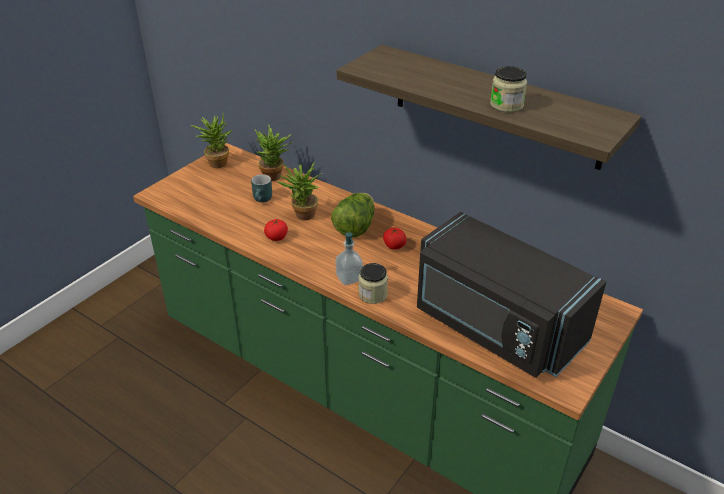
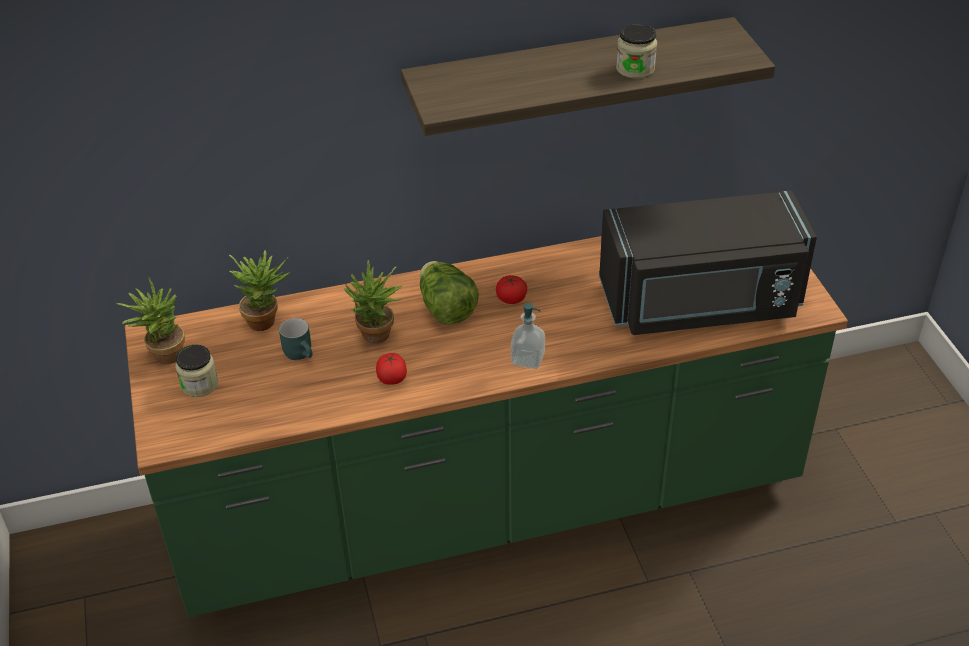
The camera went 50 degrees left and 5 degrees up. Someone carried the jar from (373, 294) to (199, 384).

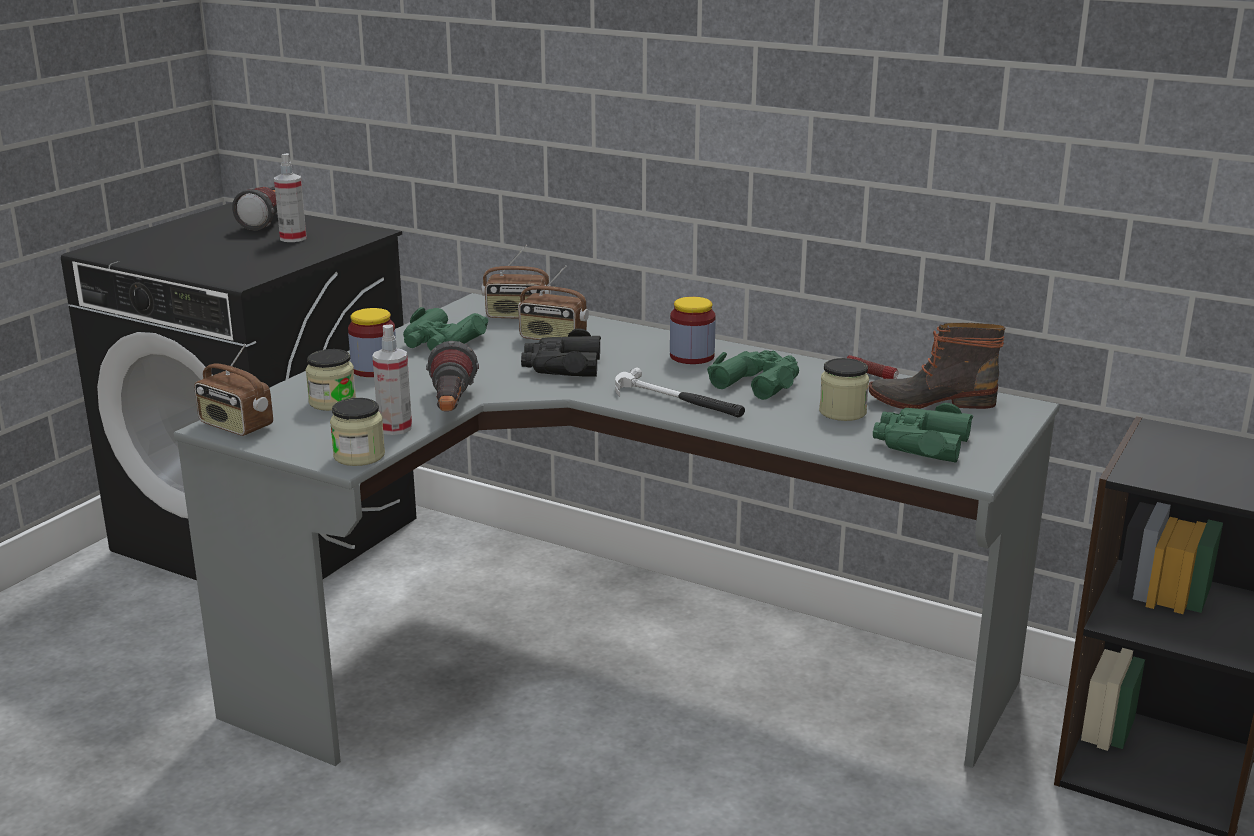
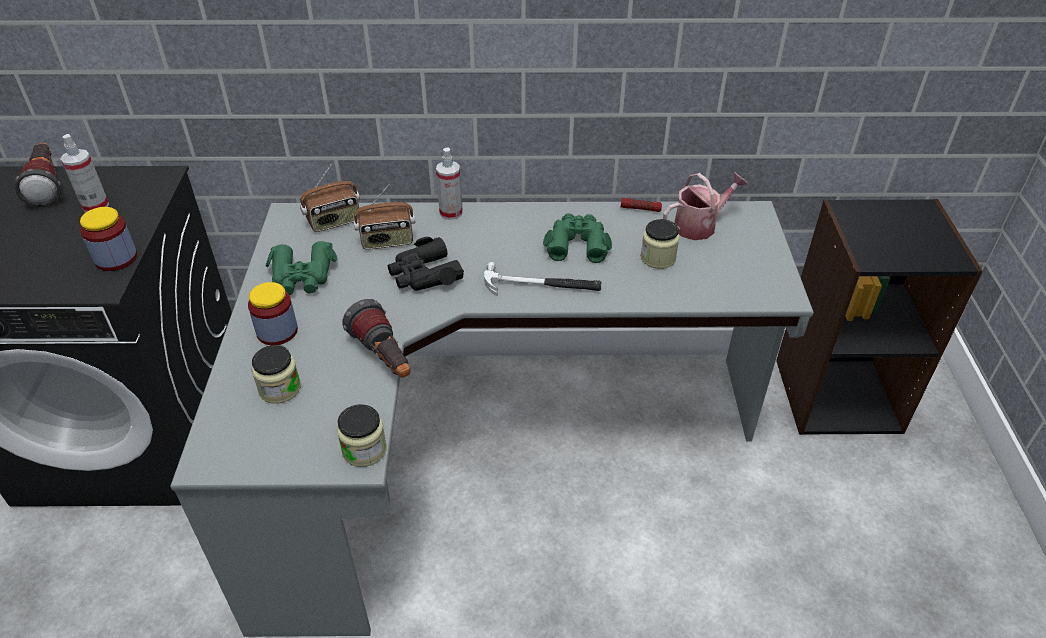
The camera went 30 degrees left and 20 degrees up. Someone took away the radio at (235, 426). Someone carried the spray bottle from (395, 428) to (451, 213). Someone carried the jar from (692, 356) to (116, 258). Someone swapped the boot at (931, 401) for the watering can at (700, 225). Someone took away the green binoculars at (920, 444).

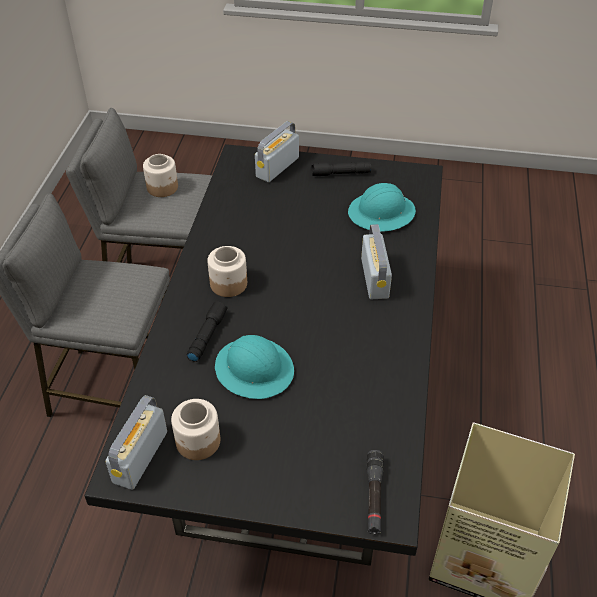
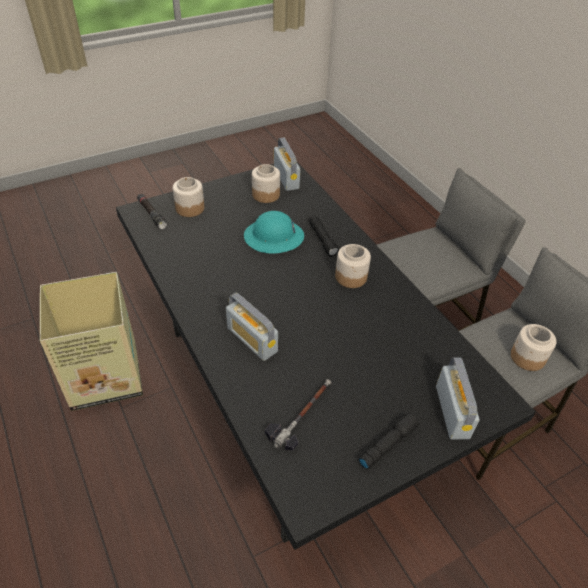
The camera went 140 degrees right and 0 degrees up. Someone swapped the turquoise hard hat at (381, 213) for the hammer at (302, 414). Someone put down the jar at (190, 208).

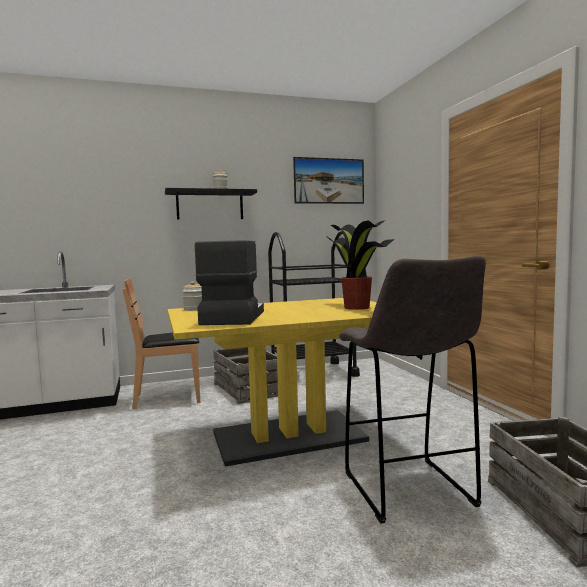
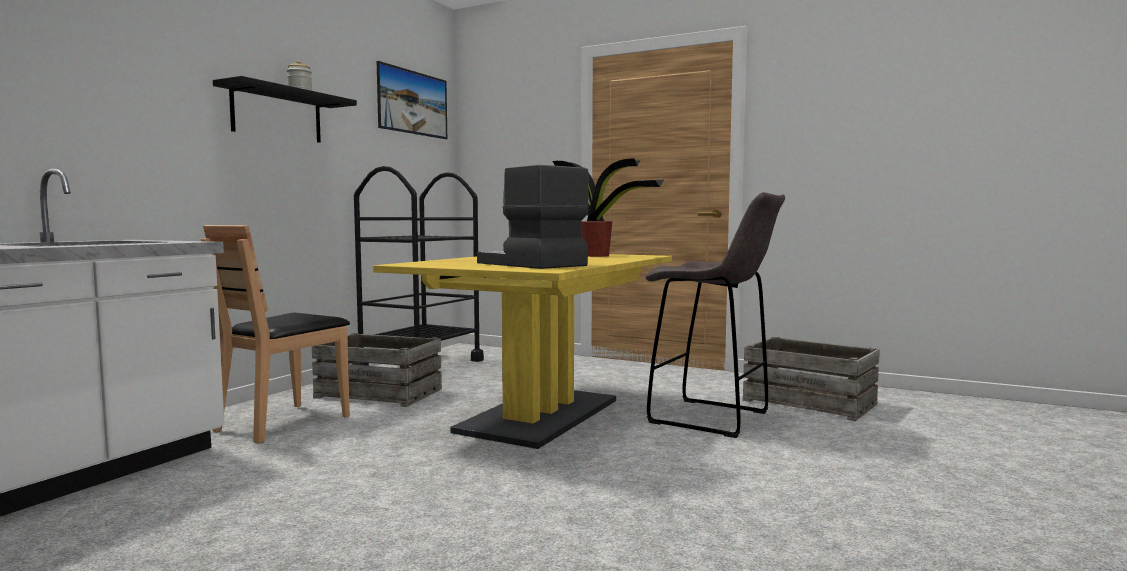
The camera went 45 degrees left and 0 degrees up. Someone took away the jar at (194, 309).

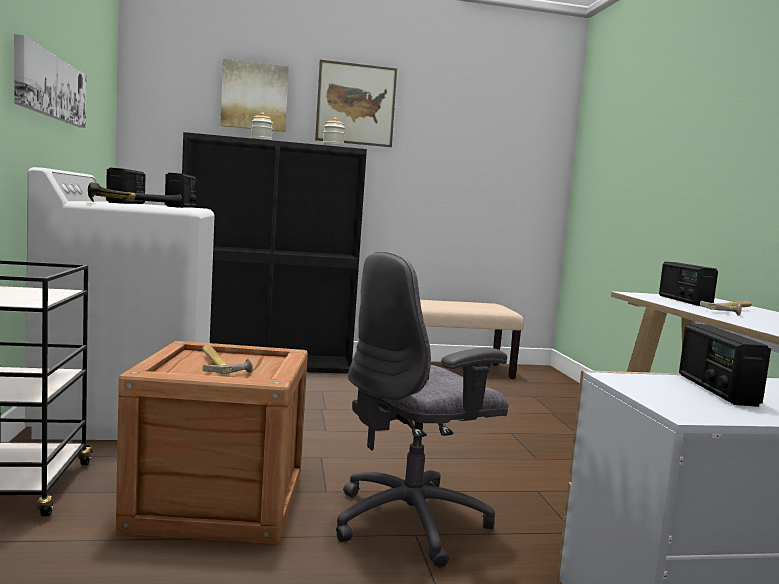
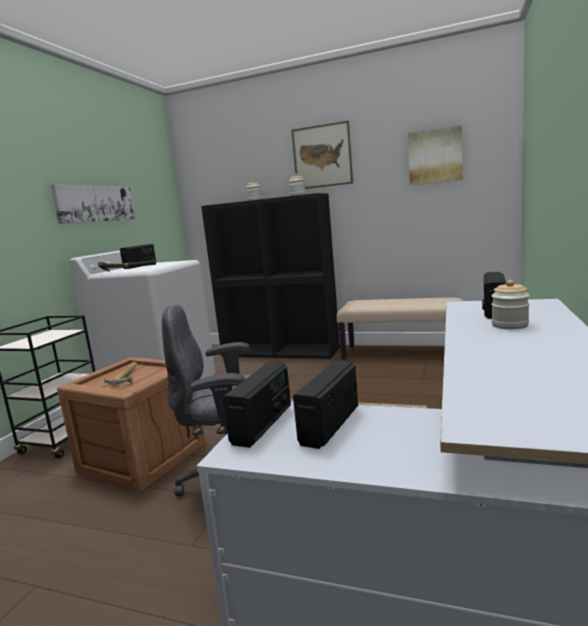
The camera went 30 degrees right and 5 degrees up. Someone carried the radio from (181, 207) to (263, 424). Someone carried the picture from (254, 96) to (435, 156). Someone swapped the hammer at (733, 311) for the jar at (509, 325).

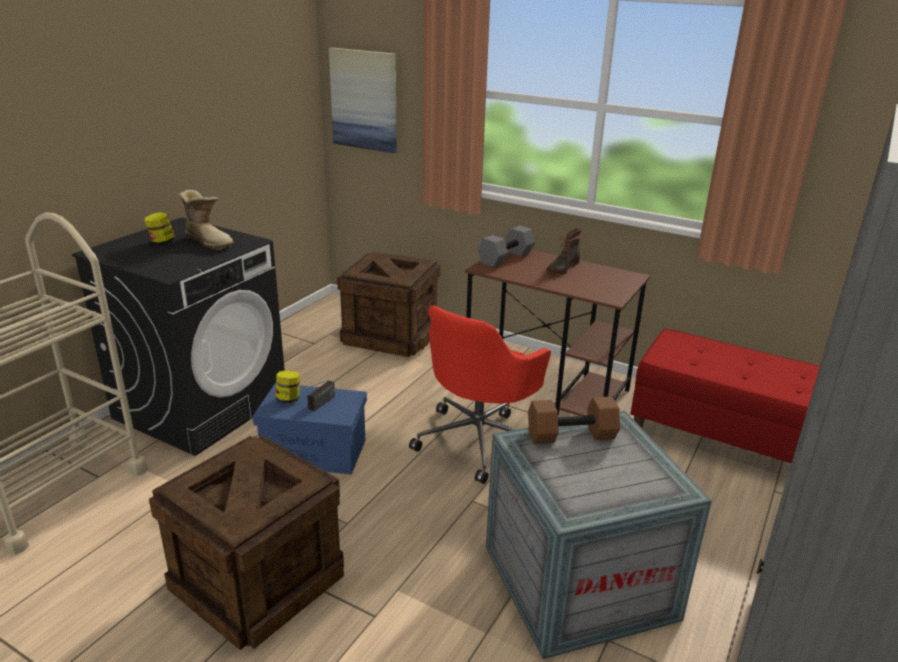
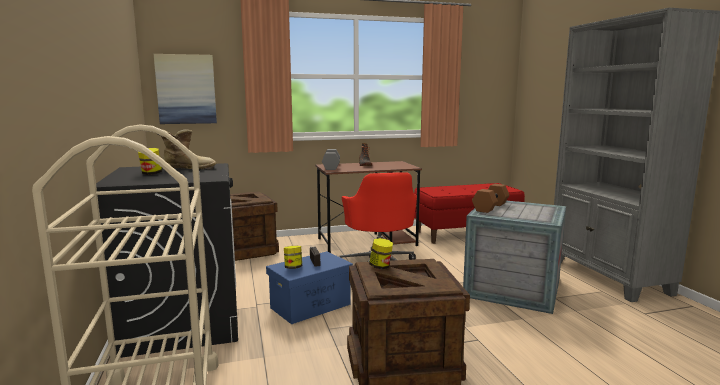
The camera went 45 degrees left and 15 degrees down. Someone put down the jar at (381, 266).

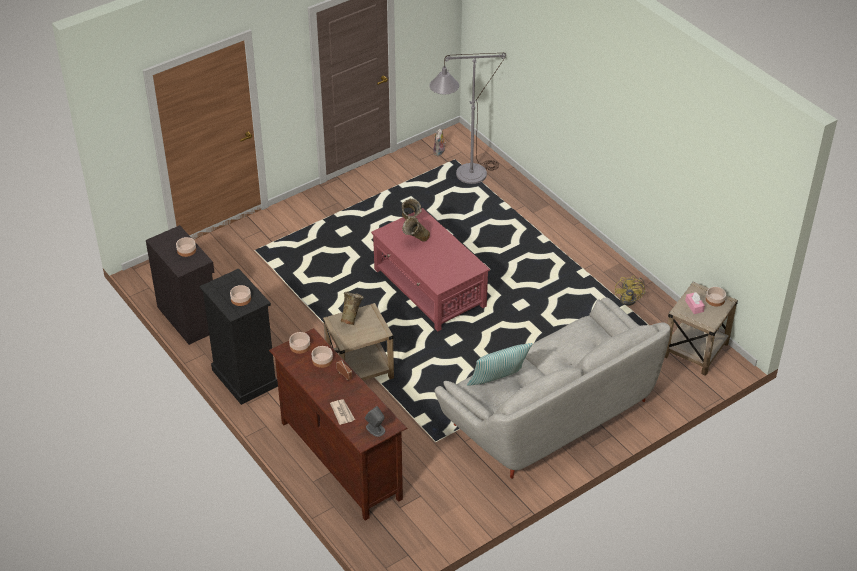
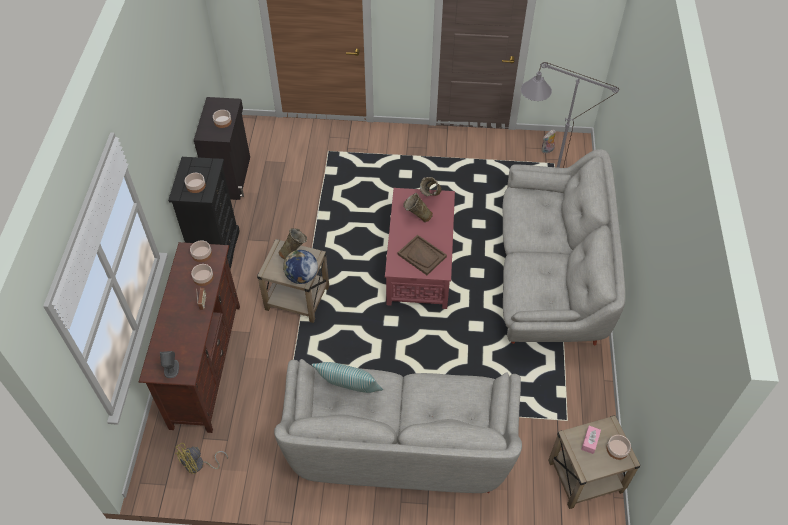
The camera went 40 degrees right and 10 degrees up. Someone took away the newspaper at (342, 412). Someone carried the yellow fan from (631, 299) to (199, 465). Someone put down the globe at (301, 277). Someone put down the brown tray at (422, 255). Someone put down the grey sofa at (549, 277).

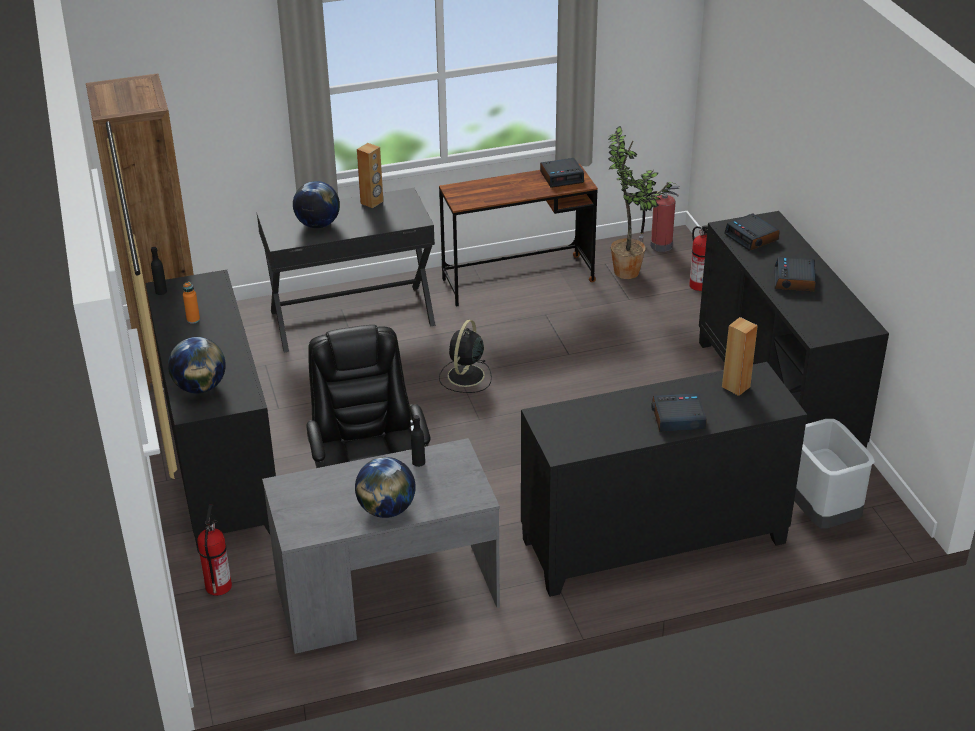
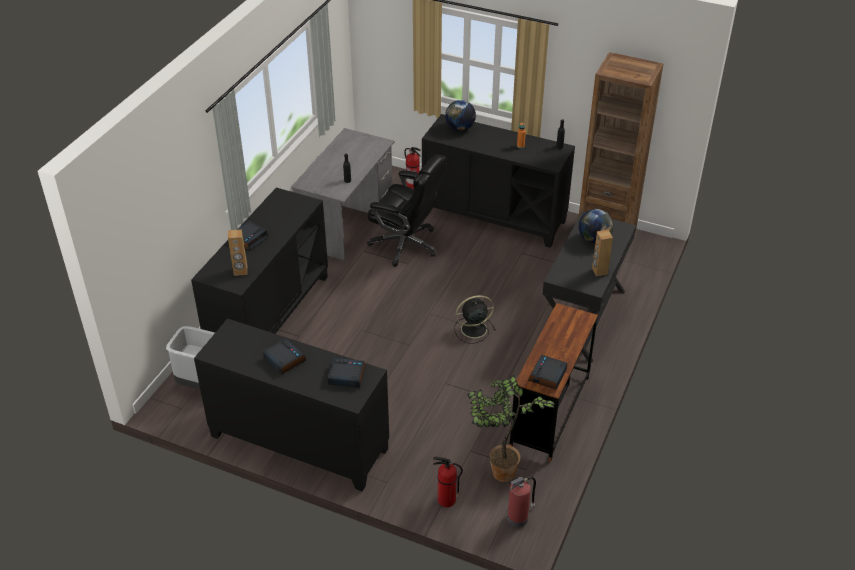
The camera went 130 degrees right and 5 degrees up. Someone took away the globe at (386, 510). Someone rotated the black fan at (465, 377) by 75 degrees counterclockwise.

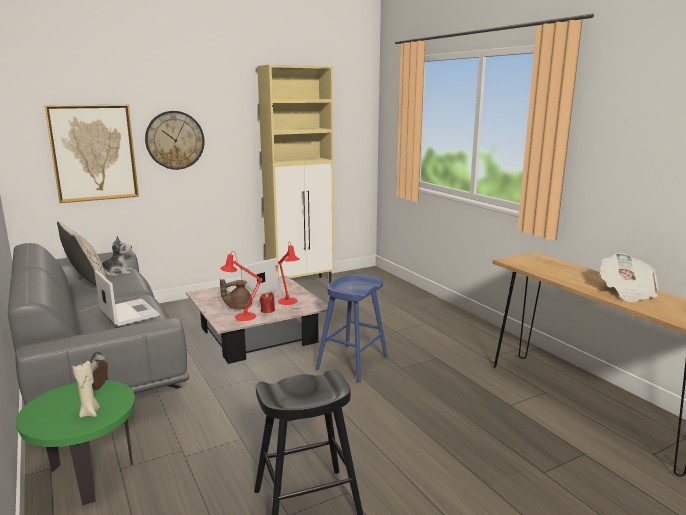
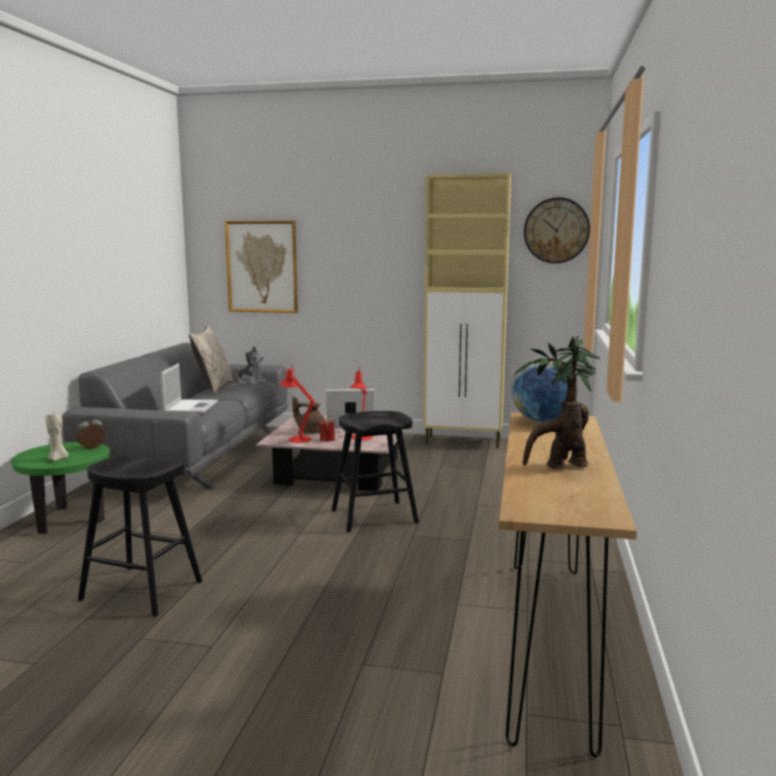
The camera went 40 degrees right and 5 degrees down. Someone carried the wall clock from (175, 140) to (556, 230). Someone repainted the blue stool at (352, 363), which became the black stool at (374, 516). Someone swapped the newspaper at (626, 292) for the potted plant at (560, 466). Someone put down the globe at (542, 421).

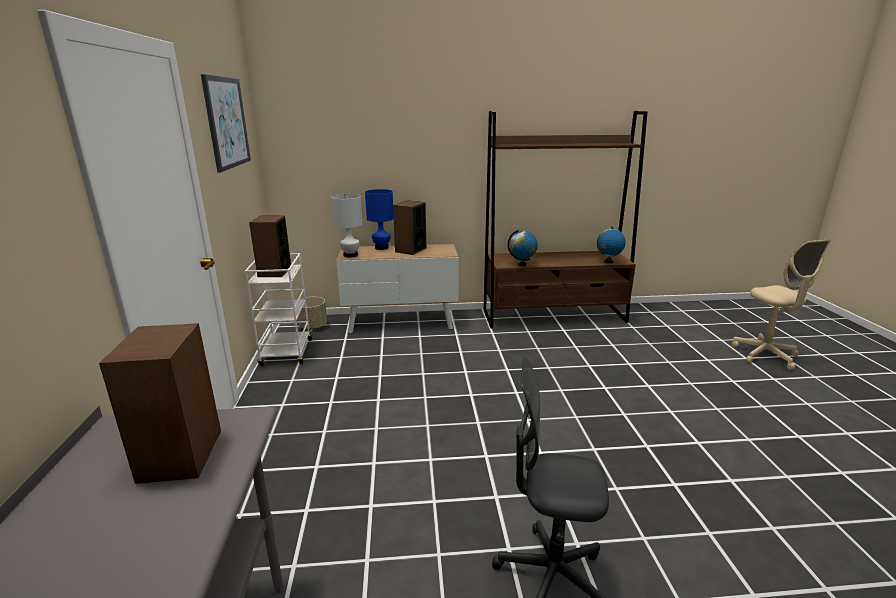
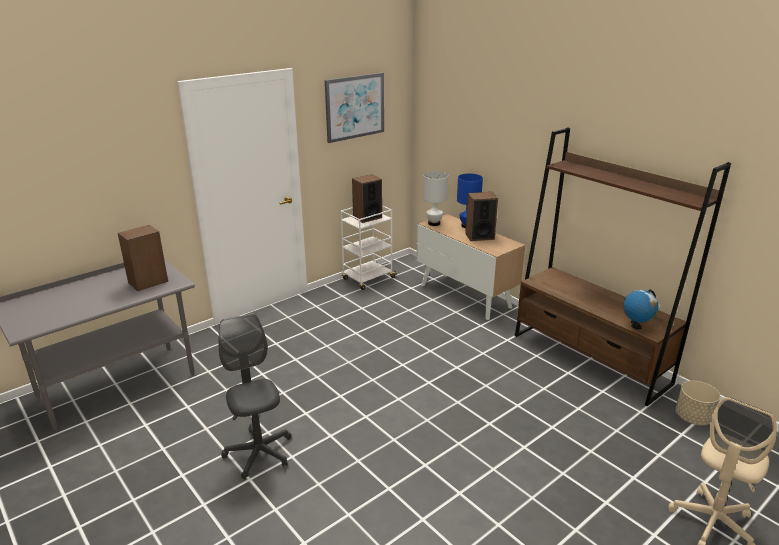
The camera went 55 degrees right and 5 degrees up. Someone carried the beige planter from (313, 326) to (693, 417). Someone took away the globe at (522, 264).

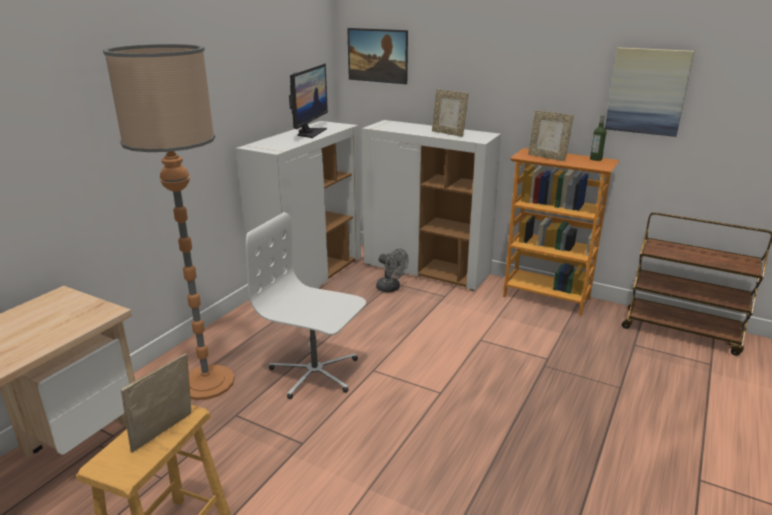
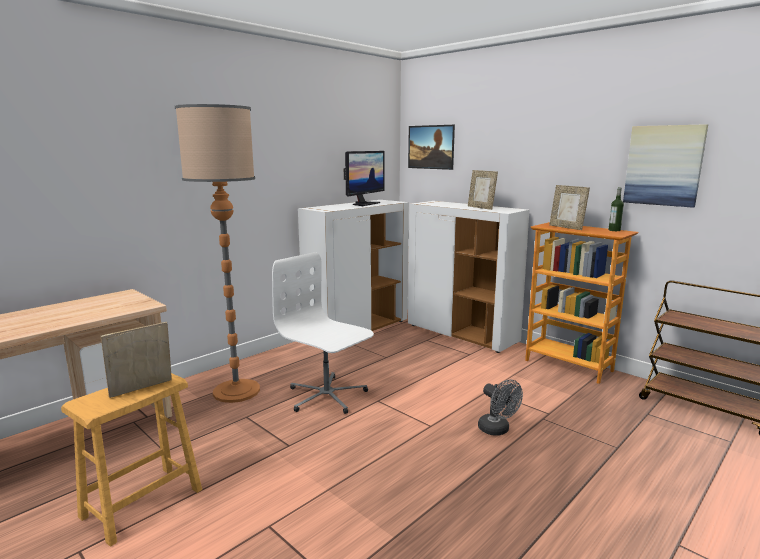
The camera went 15 degrees right and 10 degrees down. Someone carried the grey fan from (391, 288) to (497, 430).

